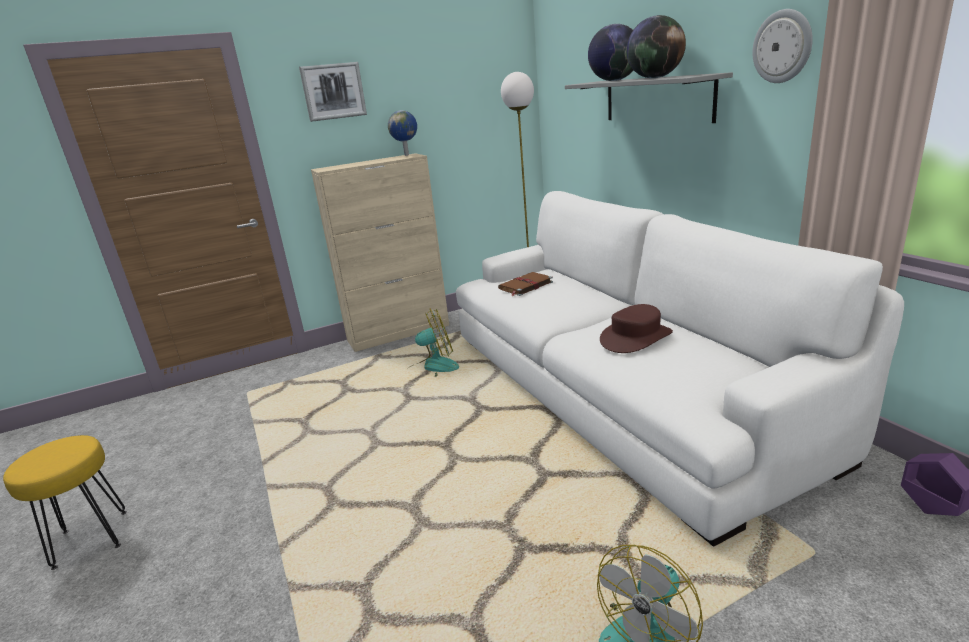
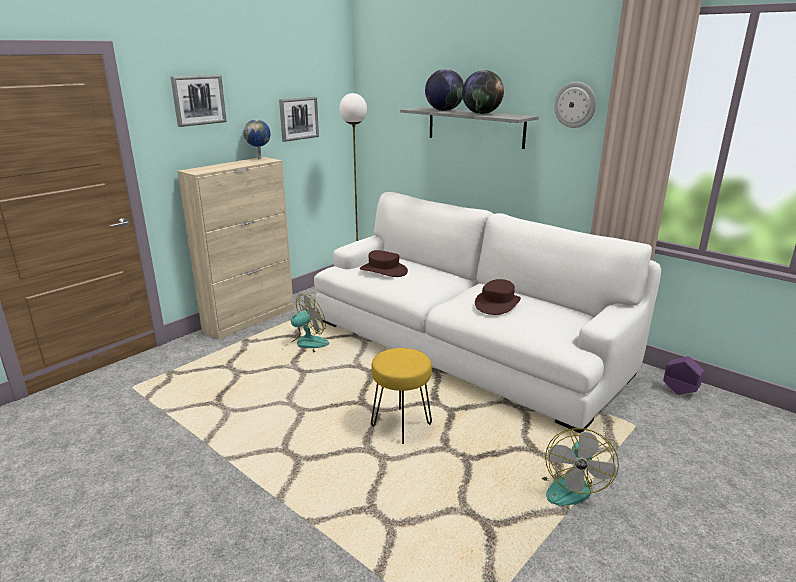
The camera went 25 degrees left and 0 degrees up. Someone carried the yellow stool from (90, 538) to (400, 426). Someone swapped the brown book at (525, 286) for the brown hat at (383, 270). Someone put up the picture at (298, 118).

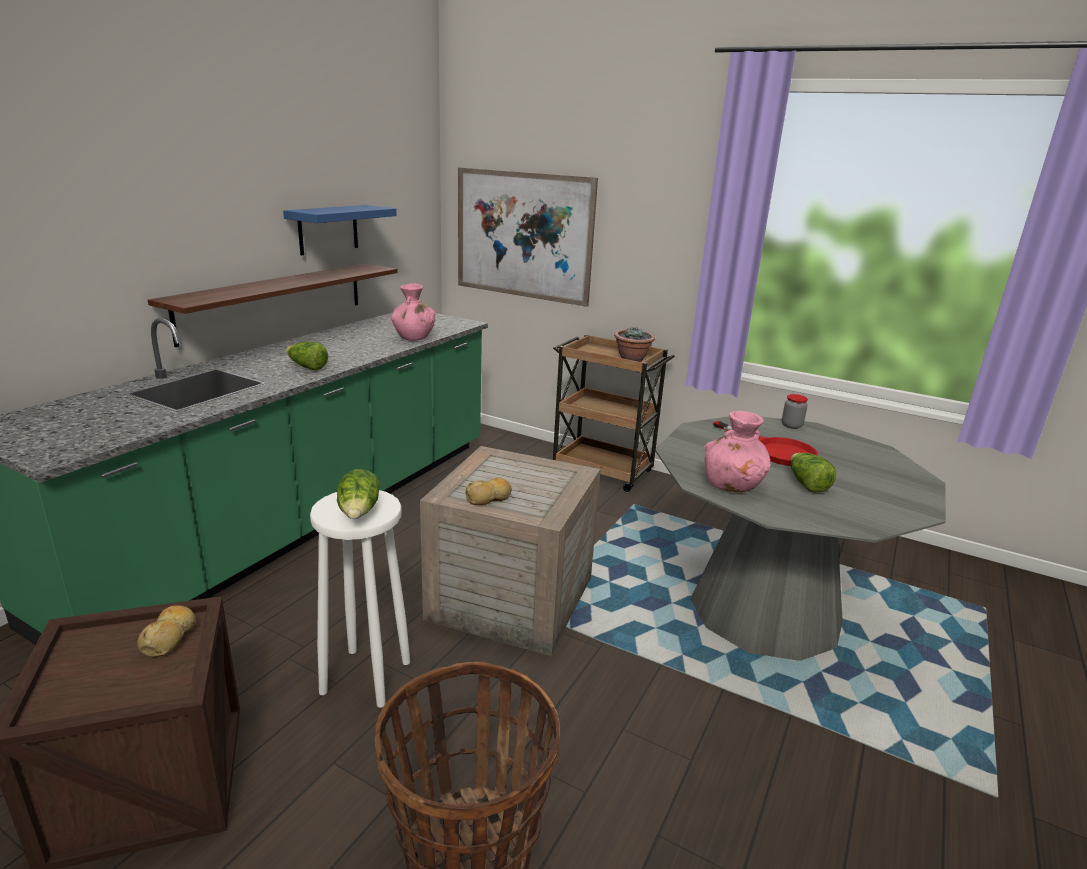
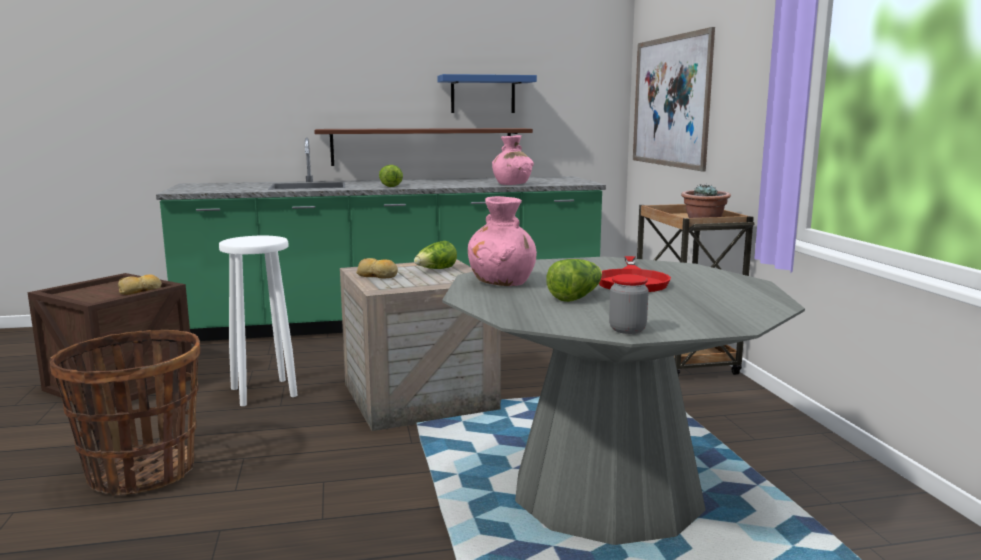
The camera went 50 degrees right and 10 degrees down. Someone carried the lettuce from (359, 512) to (436, 270). Someone carried the jar from (791, 425) to (627, 329).

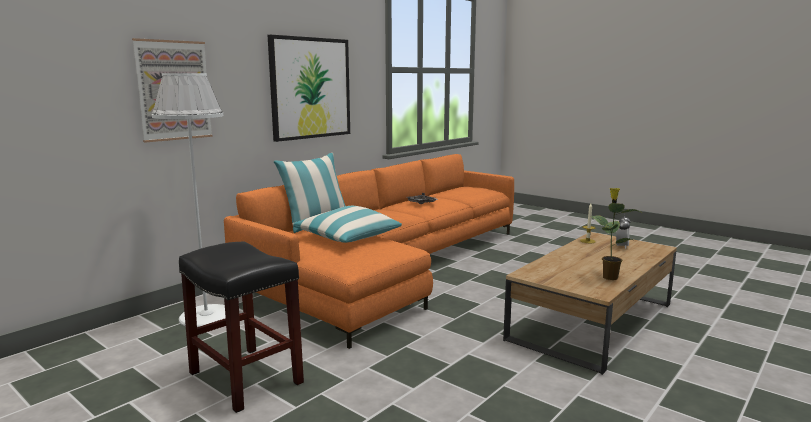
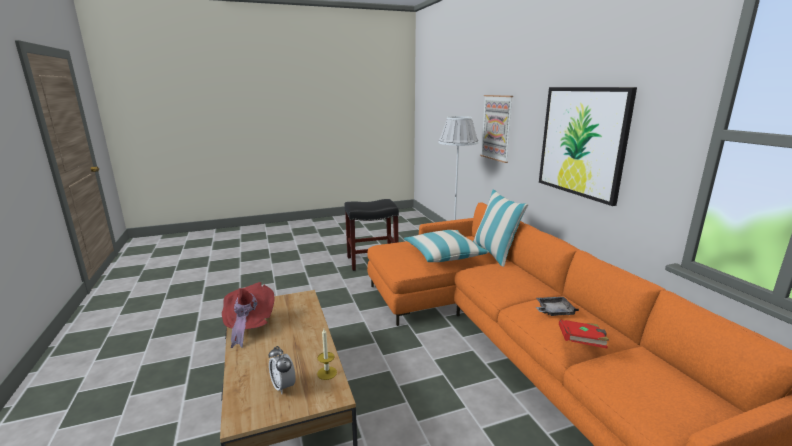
The camera went 120 degrees right and 5 degrees up. Someone swapped the potted plant at (609, 277) for the red hat at (248, 326). Someone put down the red book at (581, 343).

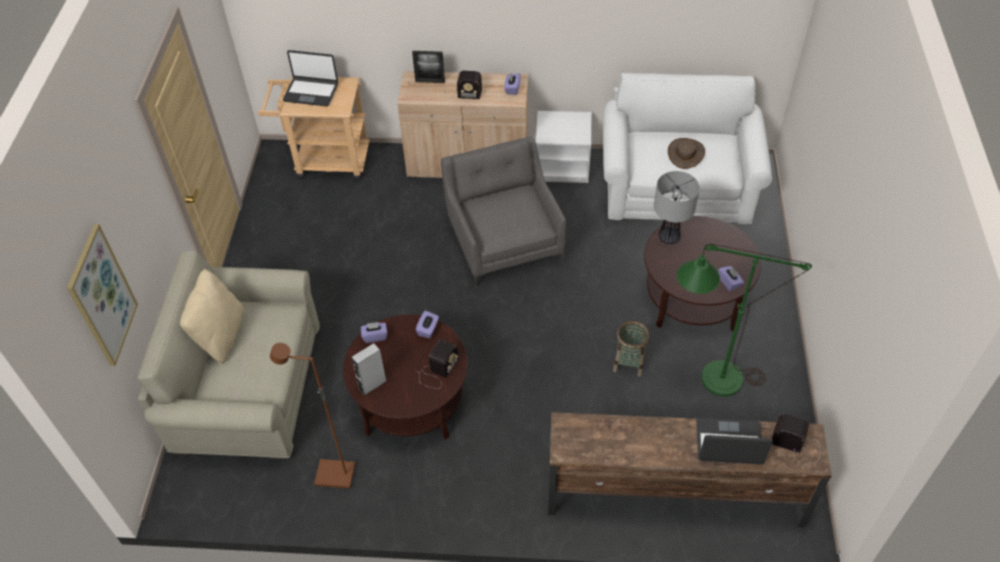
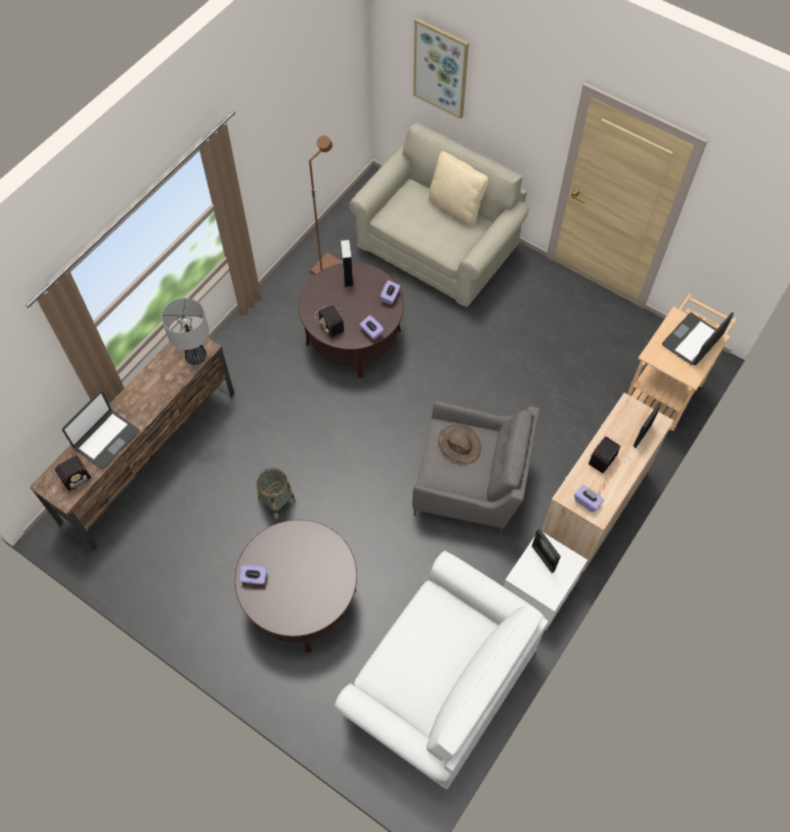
The camera went 120 degrees right and 10 degrees up. Someone carried the table lamp from (669, 237) to (196, 357). Someone carried the brown hat from (686, 153) to (459, 445). Someone took away the green floor lamp at (709, 379). Someone put down the picture frame at (543, 558).

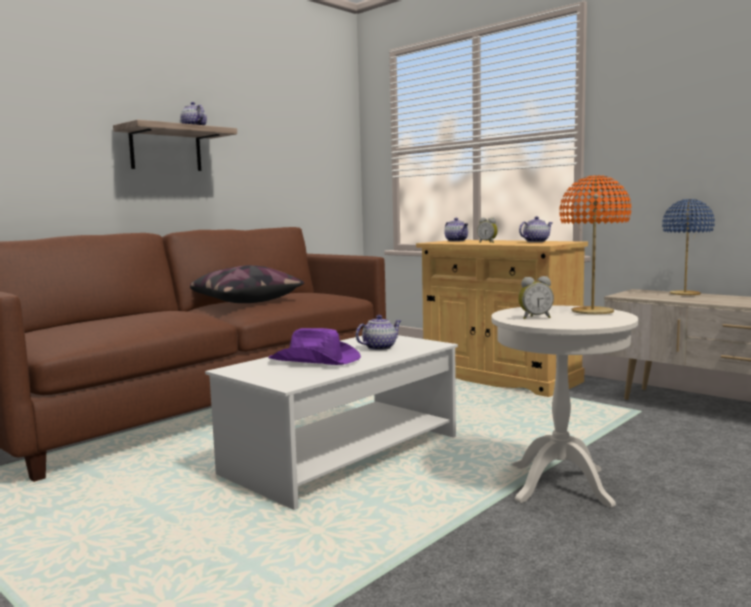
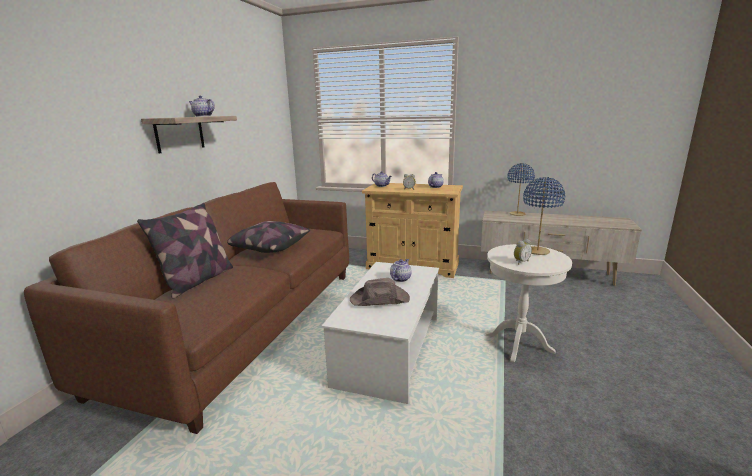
The camera went 25 degrees left and 10 degrees up. Someone repainted the purple hat at (315, 360), which became the brown hat at (380, 300). Someone repainted the orange table lamp at (592, 312), which became the blue table lamp at (537, 251). Someone put down the pillow at (197, 281).

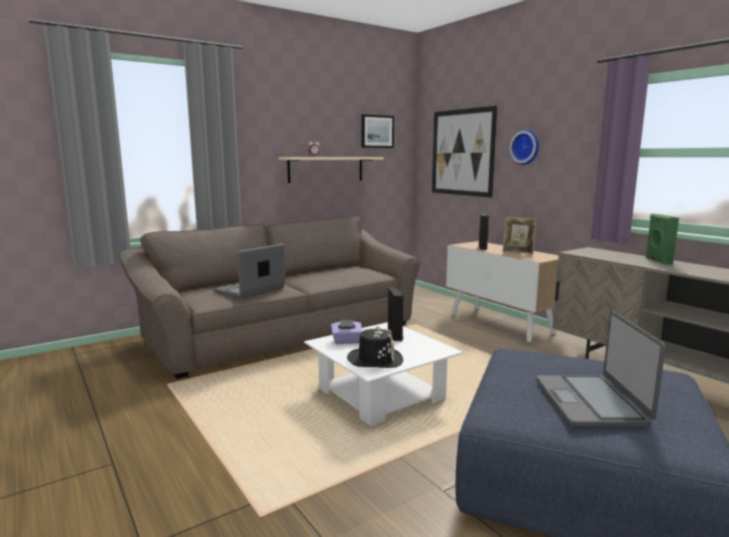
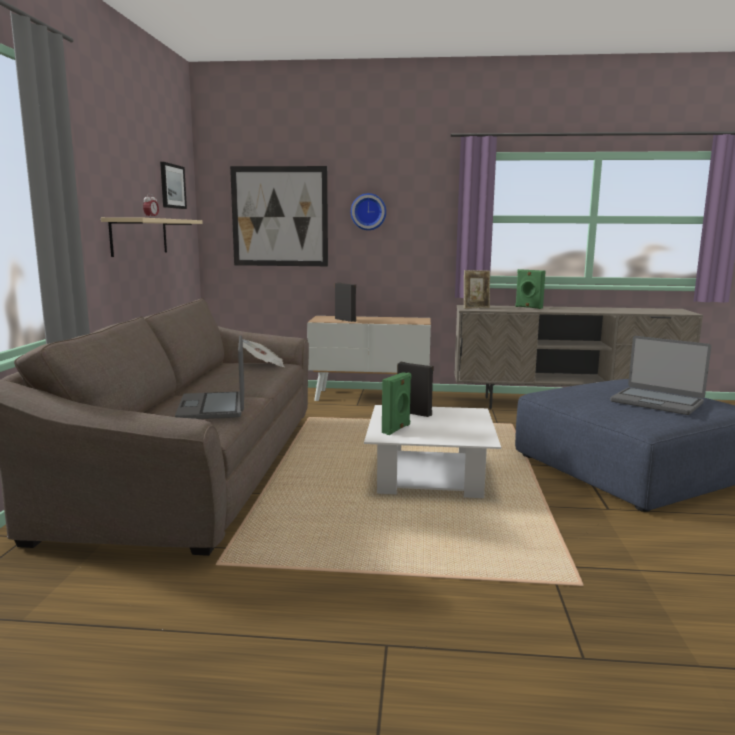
The camera went 50 degrees left and 0 degrees up. Someone swapped the purple tissue box at (346, 341) for the green speaker at (397, 429). Someone took away the black hat at (375, 360). Someone carried the picture frame from (518, 252) to (476, 308). Someone put down the newspaper at (263, 365).

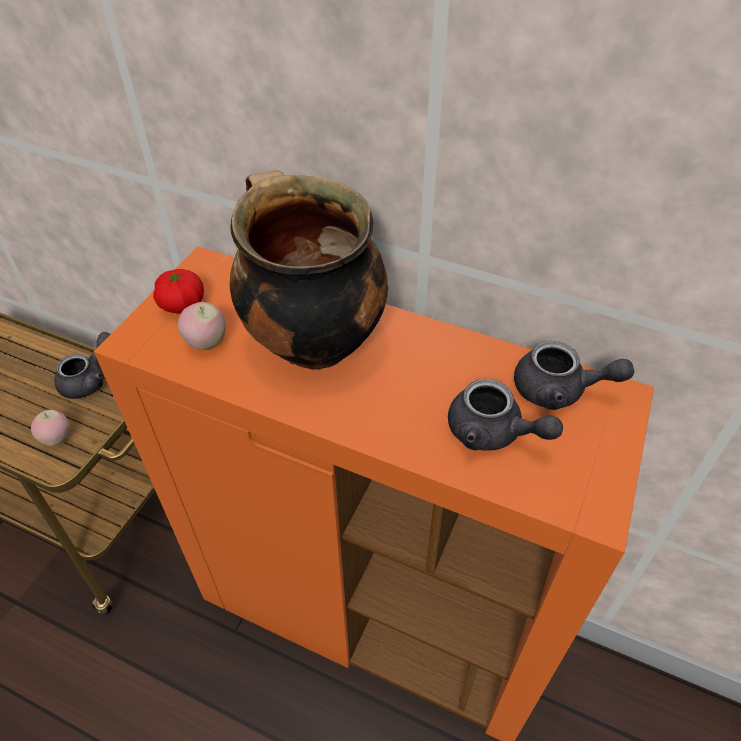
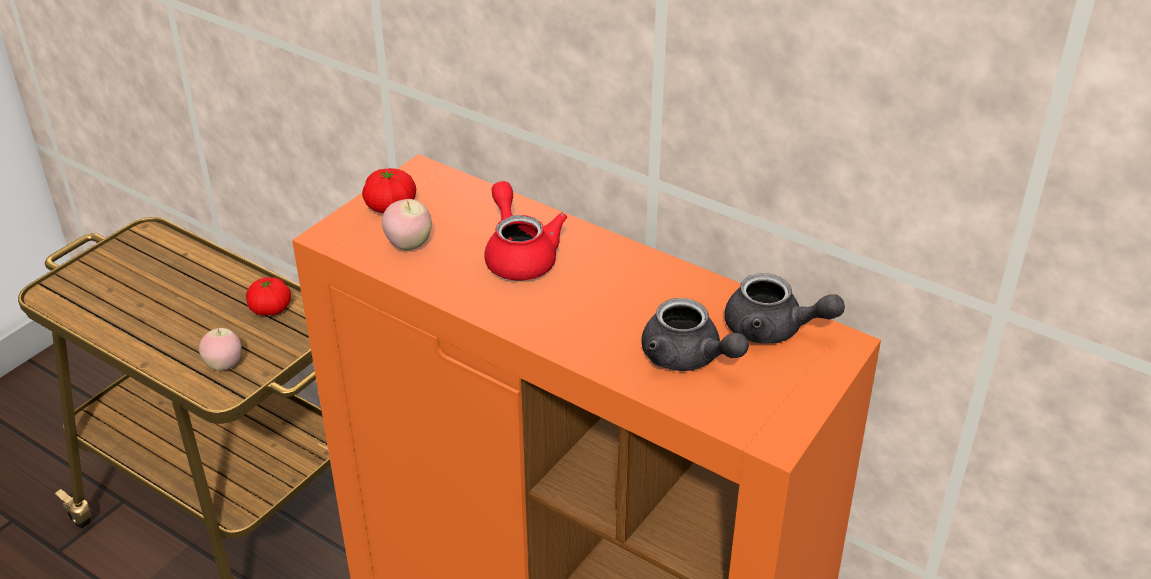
The camera went 10 degrees right and 10 degrees down. Someone swapped the grey teapot at (89, 379) for the tomato at (270, 309). Someone swapped the cooking pot at (311, 341) for the red teapot at (519, 255).

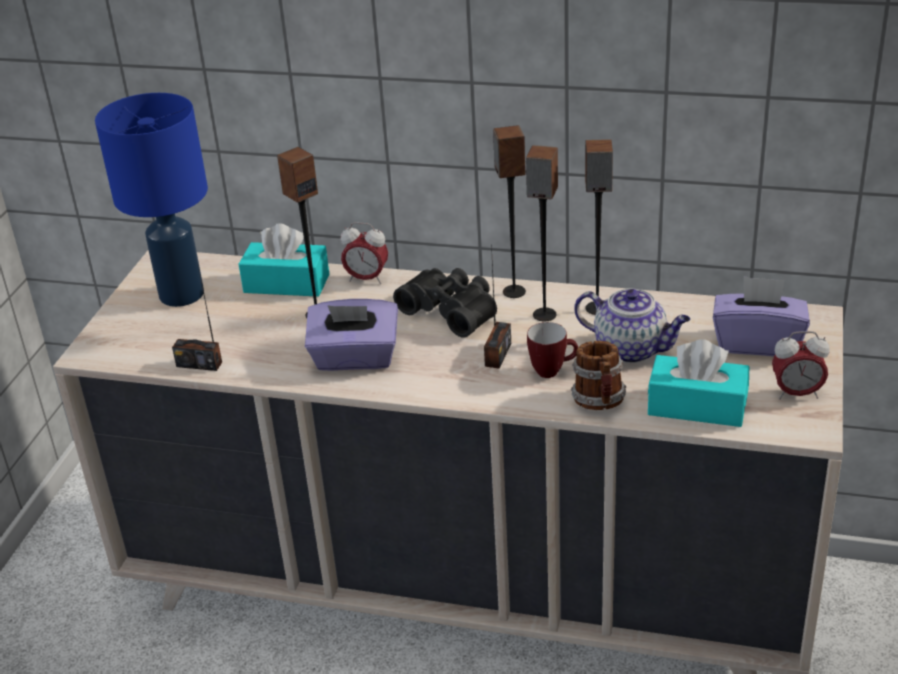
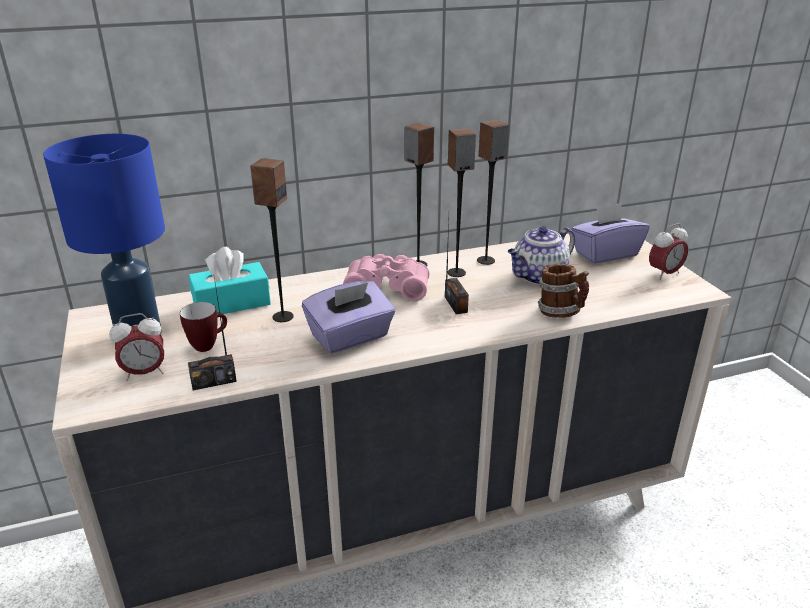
The camera went 35 degrees left and 5 degrees down. Someone carried the alarm clock from (367, 279) to (144, 373). Someone repainted the black binoculars at (452, 310), which became the pink binoculars at (387, 287). Someone carried the mug from (553, 371) to (208, 345). Someone rotated the teapot at (632, 349) by 150 degrees clockwise. Someone took away the turquoise tissue box at (697, 406).

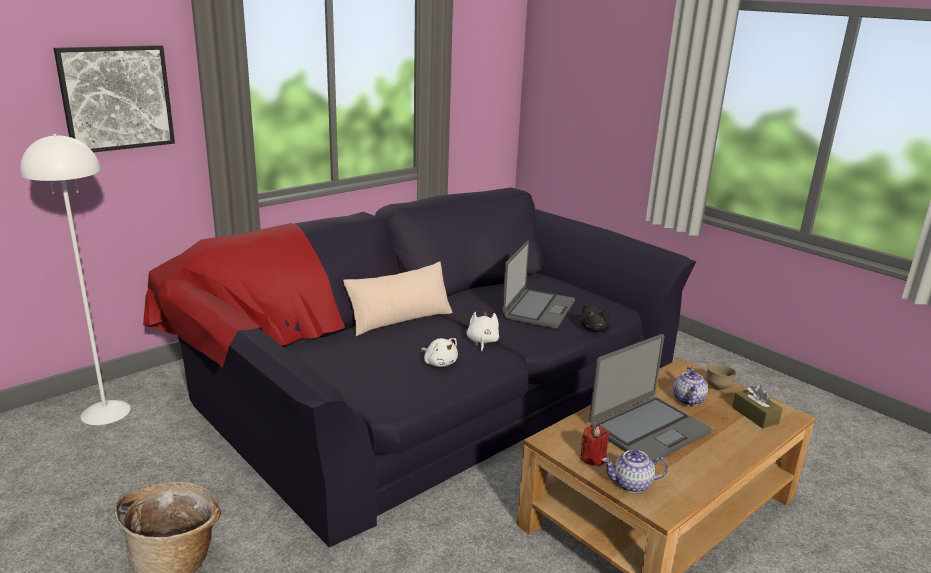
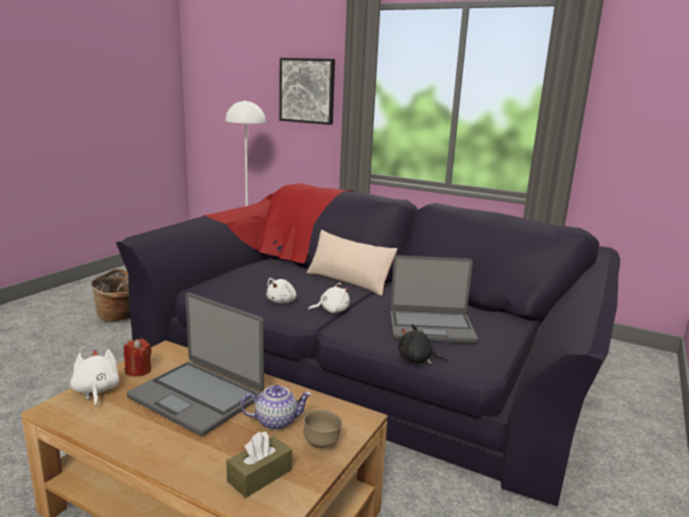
The camera went 70 degrees right and 5 degrees down. Someone swapped the teapot at (631, 484) for the white plush toy at (96, 391).

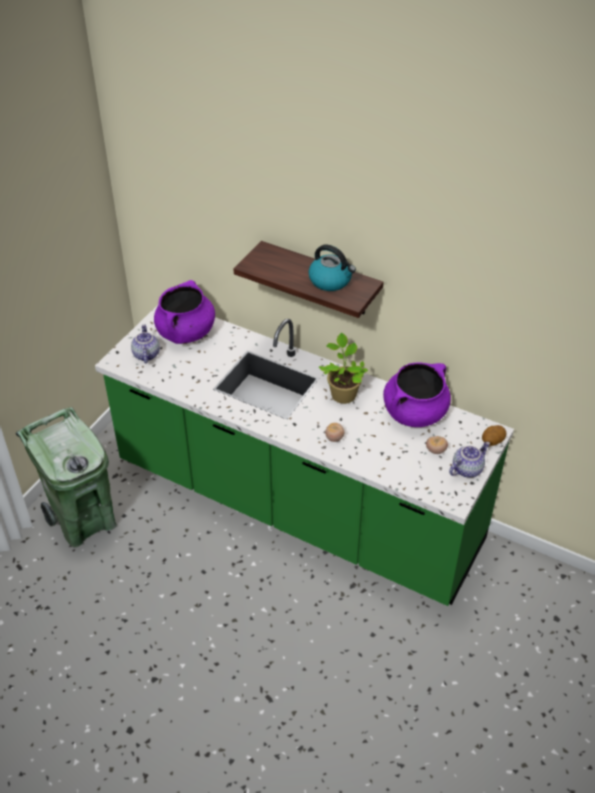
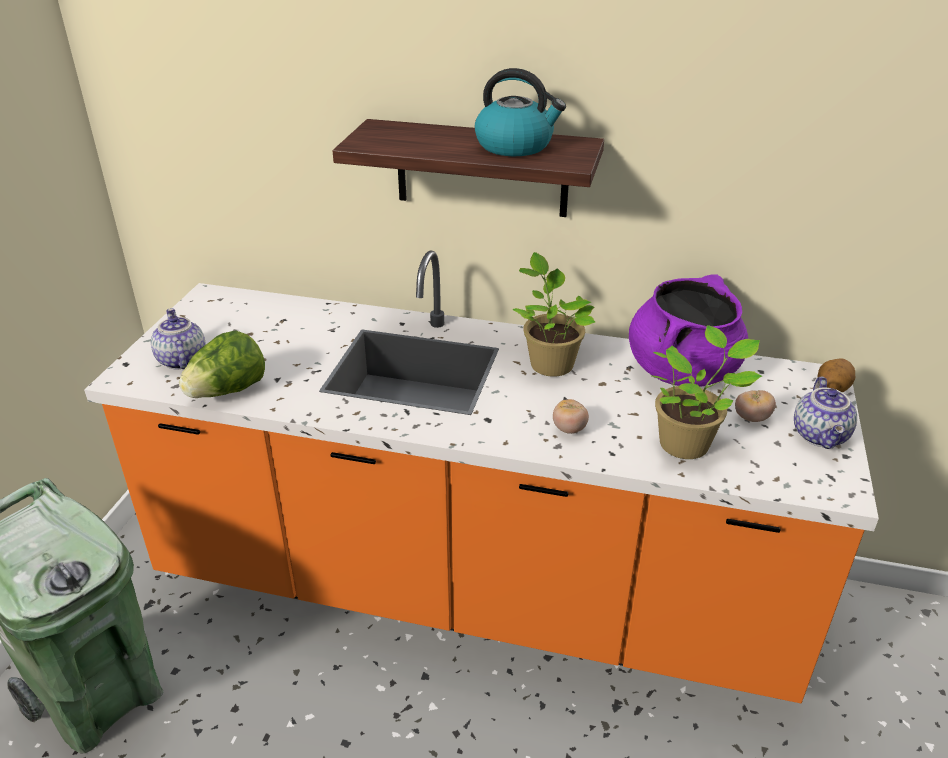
The camera went 15 degrees left and 10 degrees down. Someone repainted the green counter at (297, 504), which became the orange counter at (474, 587). Someone took away the purple cooking pot at (186, 333). Someone rotated the teapot at (466, 469) by 150 degrees clockwise. Someone put down the lettuce at (228, 391). Someone put down the potted plant at (687, 443).

